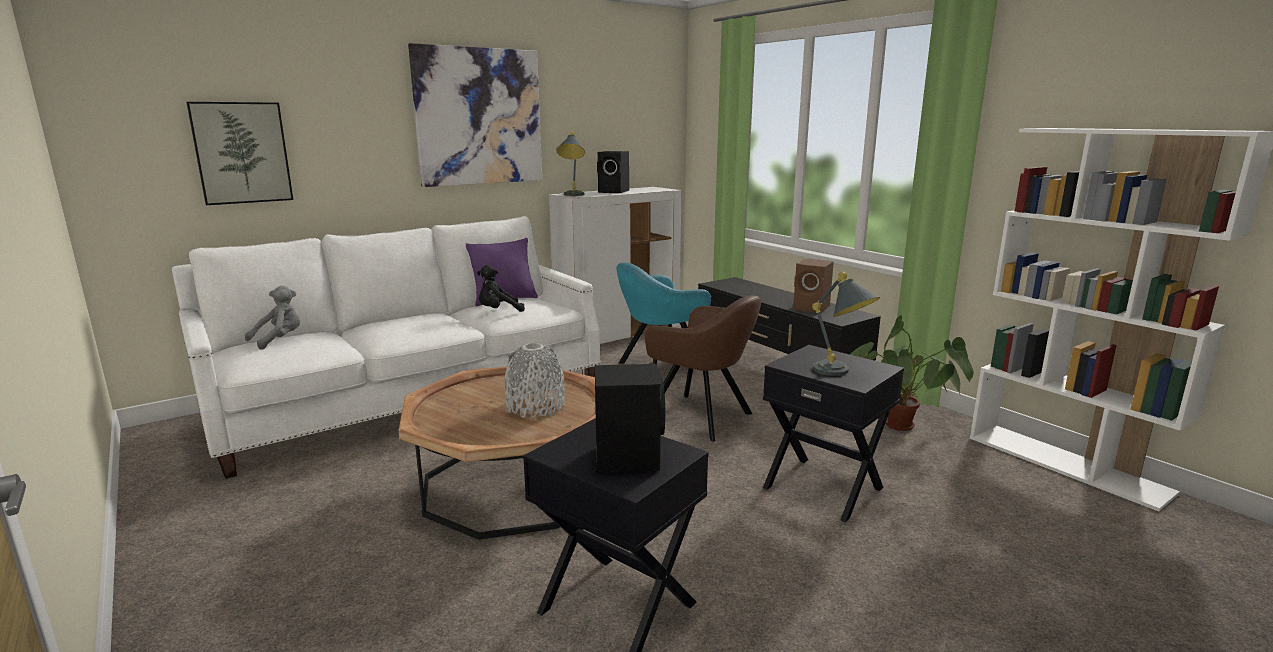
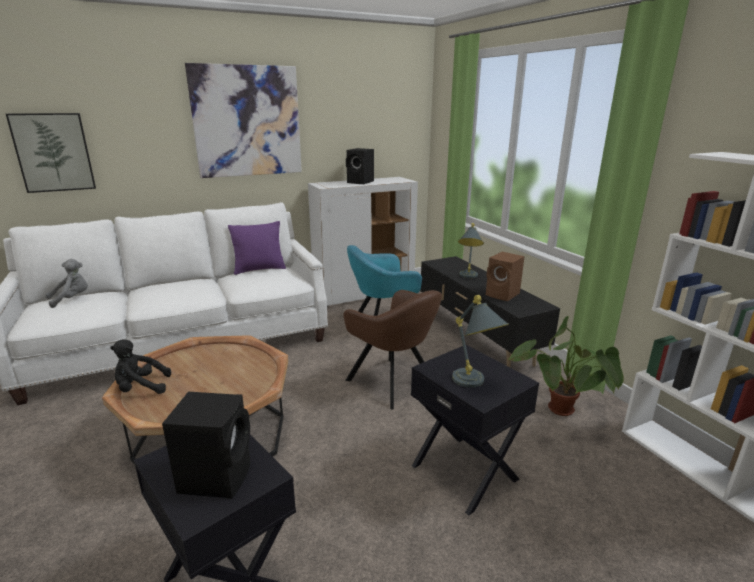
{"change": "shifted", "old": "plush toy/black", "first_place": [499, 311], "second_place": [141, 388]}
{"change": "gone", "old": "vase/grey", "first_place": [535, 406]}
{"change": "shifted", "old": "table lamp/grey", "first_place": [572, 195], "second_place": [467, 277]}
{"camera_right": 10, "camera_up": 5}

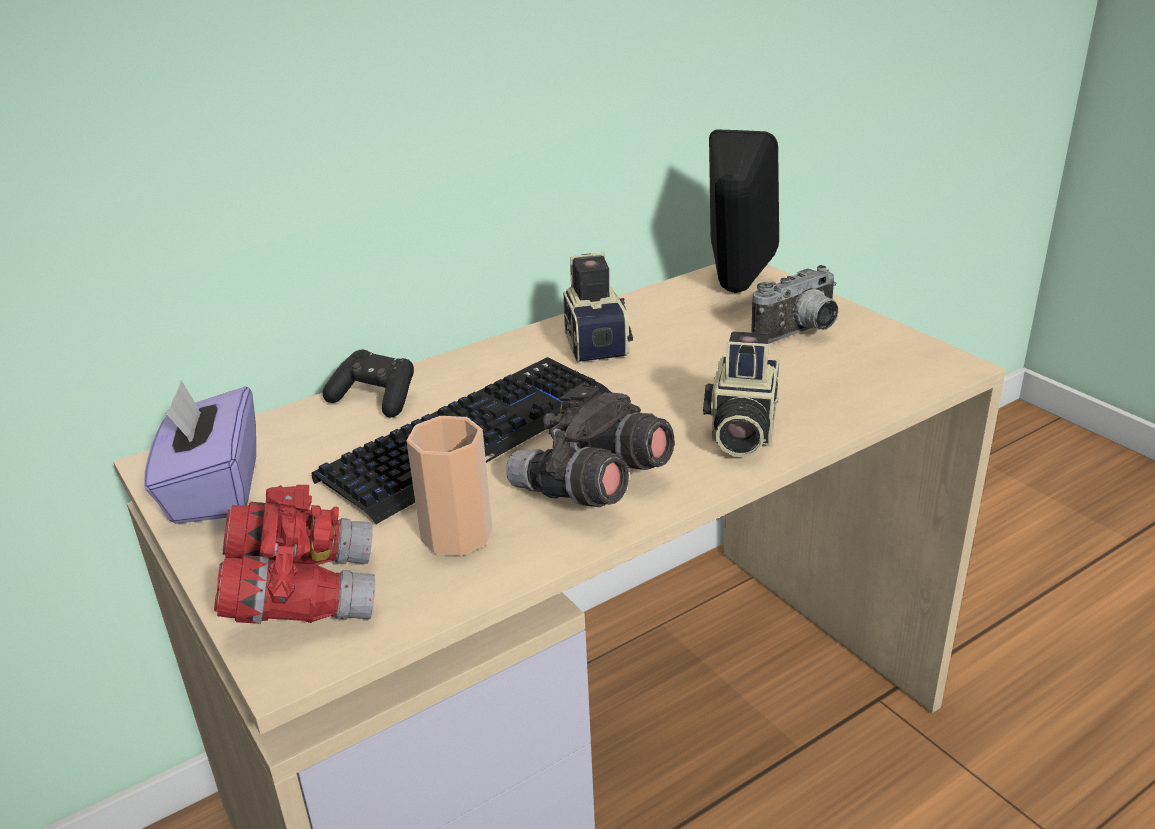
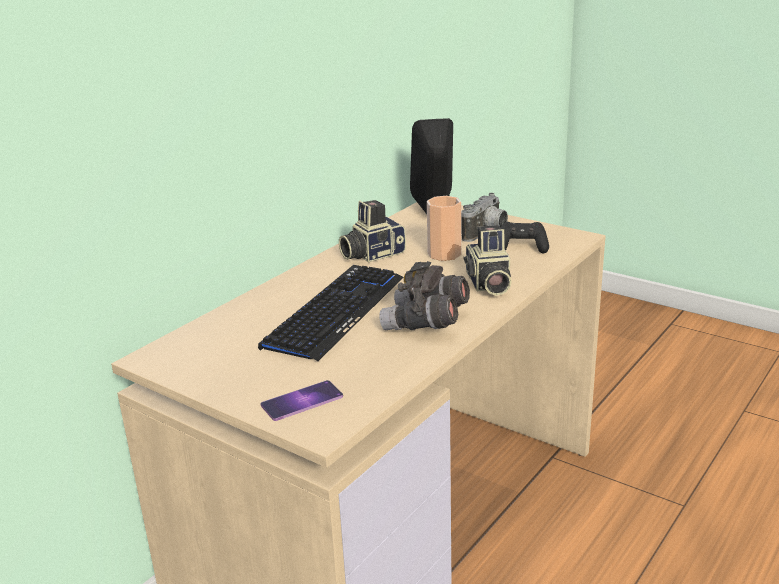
{"change": "gone", "old": "tissue box/purple", "first_place": [214, 489]}
{"change": "swapped", "old": "binoculars/red", "new": "phone", "first_place": [302, 594], "second_place": [302, 401]}
{"change": "shifted", "old": "game controller/black", "first_place": [375, 398], "second_place": [521, 247]}
{"change": "shifted", "old": "cup", "first_place": [457, 535], "second_place": [444, 254]}
{"change": "rotated", "old": "photo camera", "first_place": [595, 341], "second_place": [371, 254], "degrees": -90}
{"camera_right": -20, "camera_up": -5}

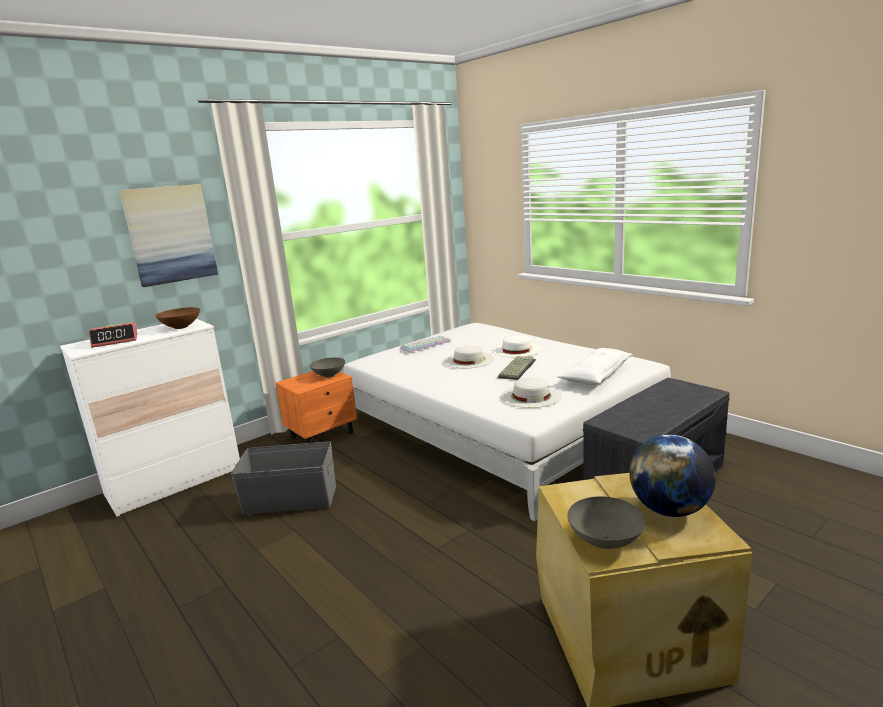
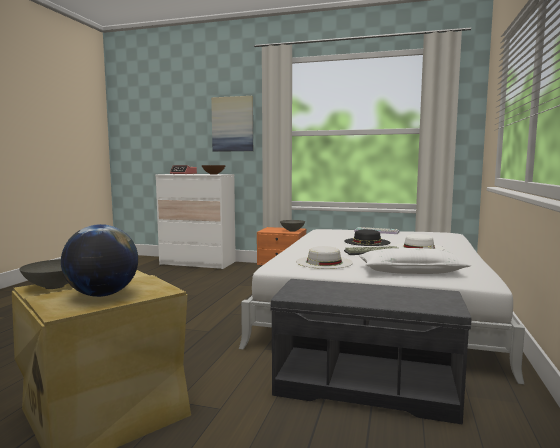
{"change": "gone", "old": "storage box/grey", "first_place": [290, 499]}
{"change": "repainted", "old": "hat/white", "new": "hat/black", "first_place": [469, 360], "second_place": [367, 242]}
{"camera_right": 55, "camera_up": -10}

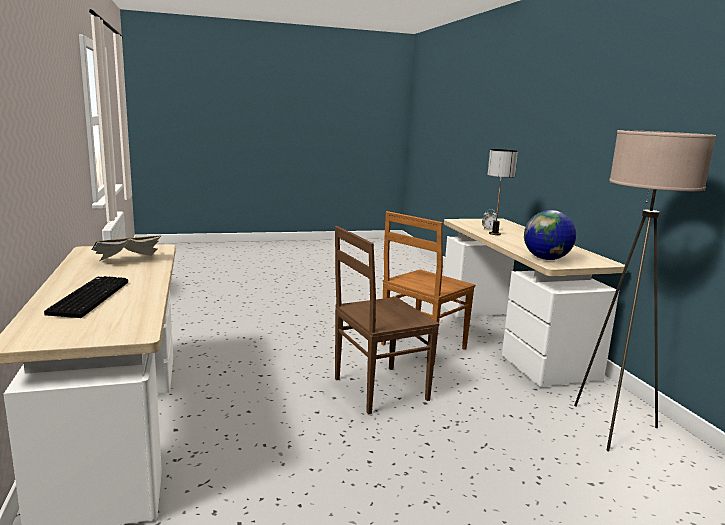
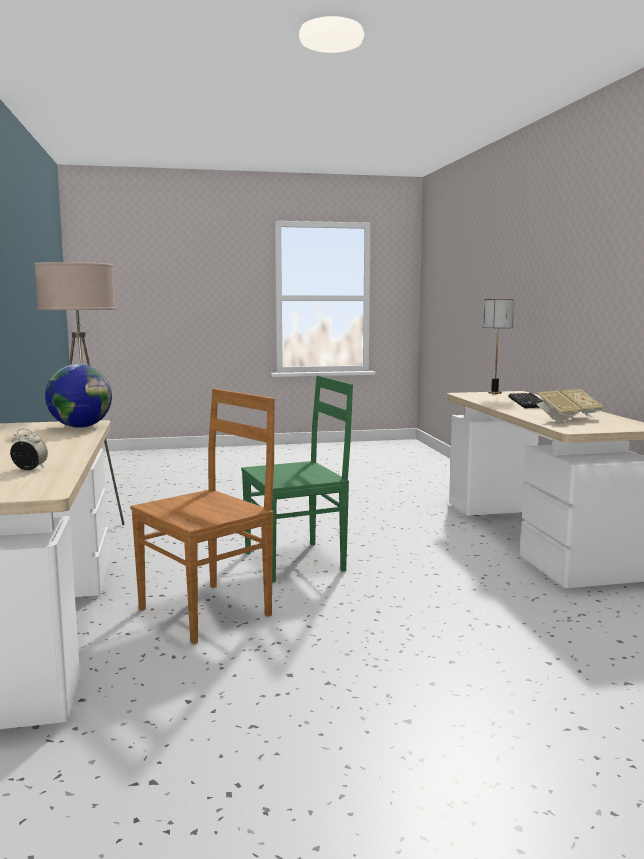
{"change": "repainted", "old": "chair/brown", "new": "chair/green", "first_place": [378, 389], "second_place": [297, 561]}
{"change": "shifted", "old": "table lamp", "first_place": [494, 234], "second_place": [495, 393]}
{"camera_right": -175, "camera_up": -5}

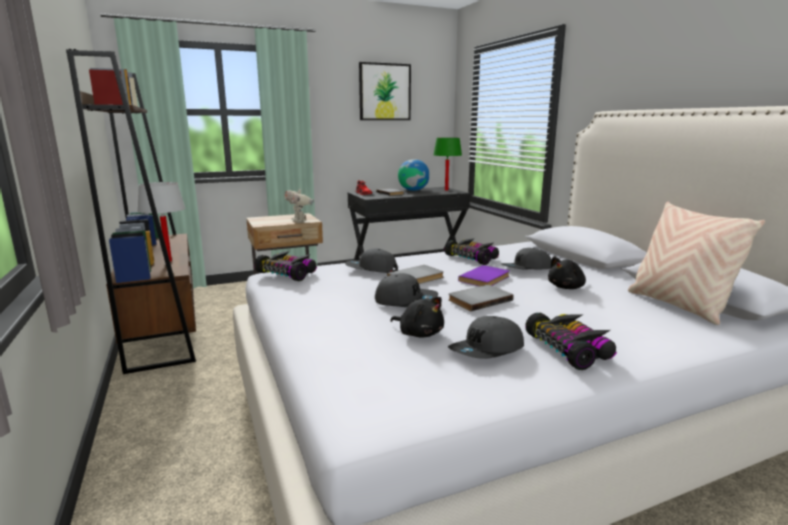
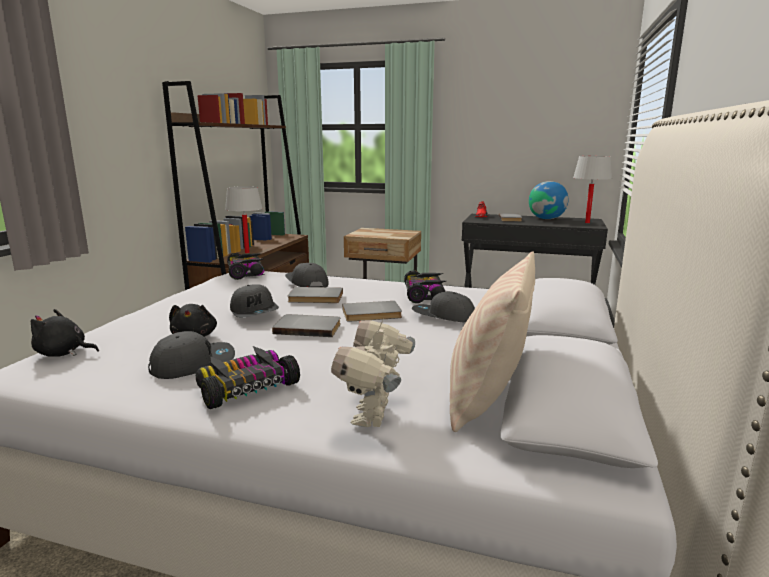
{"change": "shifted", "old": "toy robot", "first_place": [299, 220], "second_place": [374, 416]}
{"change": "gone", "old": "picture", "first_place": [384, 92]}
{"change": "repainted", "old": "table lamp/green", "new": "table lamp/white", "first_place": [446, 190], "second_place": [587, 223]}
{"change": "rotated", "old": "cap/grey", "first_place": [487, 350], "second_place": [193, 364], "degrees": 150}
{"change": "repainted", "old": "book/purple", "new": "book/grey", "first_place": [486, 279], "second_place": [372, 314]}
{"change": "rotated", "old": "toy car", "first_place": [570, 349], "second_place": [246, 388], "degrees": -150}
{"change": "shifted", "old": "plush toy/black", "first_place": [567, 287], "second_place": [63, 353]}
{"camera_right": 40, "camera_up": 0}

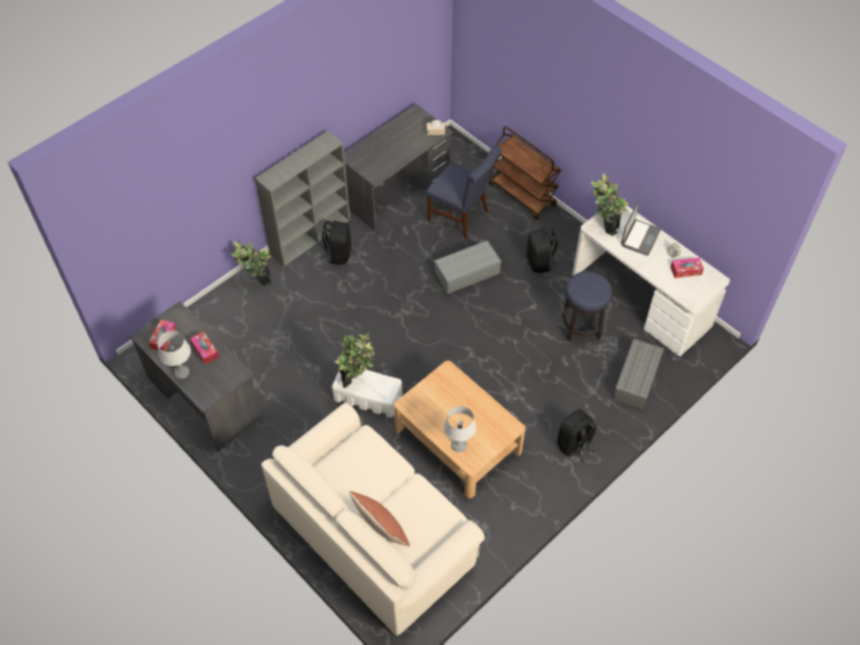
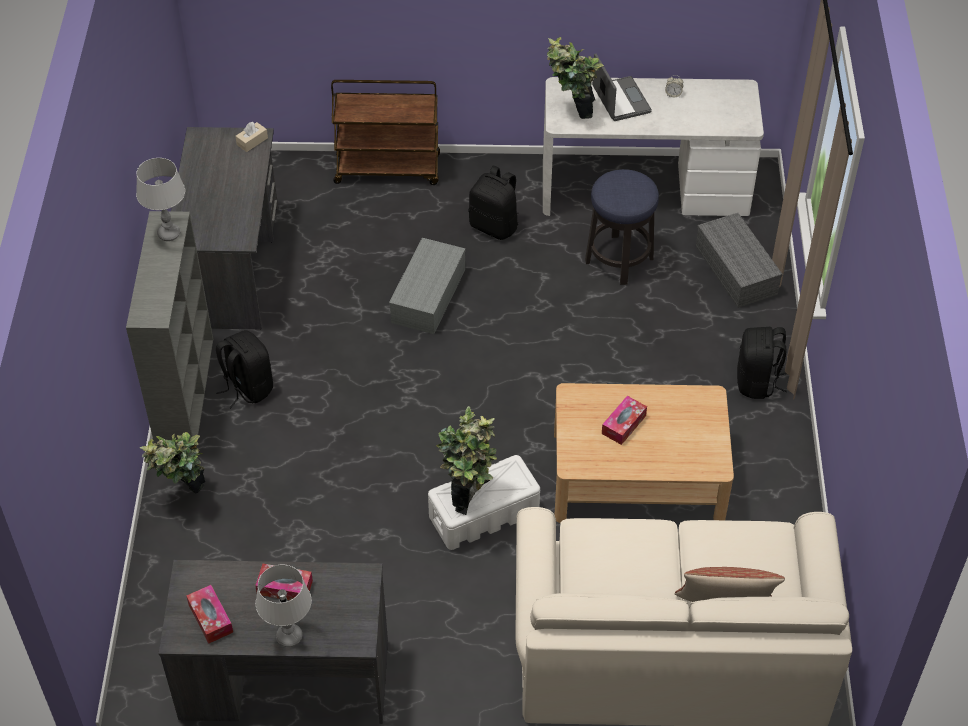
{"change": "gone", "old": "chair/blue", "first_place": [462, 217]}
{"change": "shifted", "old": "table lamp/grey", "first_place": [459, 445], "second_place": [168, 234]}
{"change": "shifted", "old": "tissue box", "first_place": [686, 270], "second_place": [623, 424]}
{"camera_right": -45, "camera_up": -5}

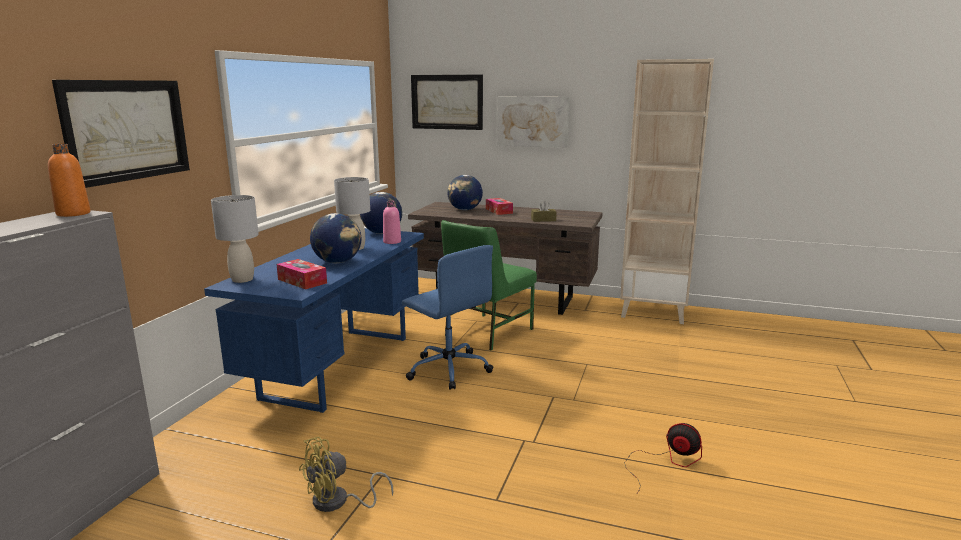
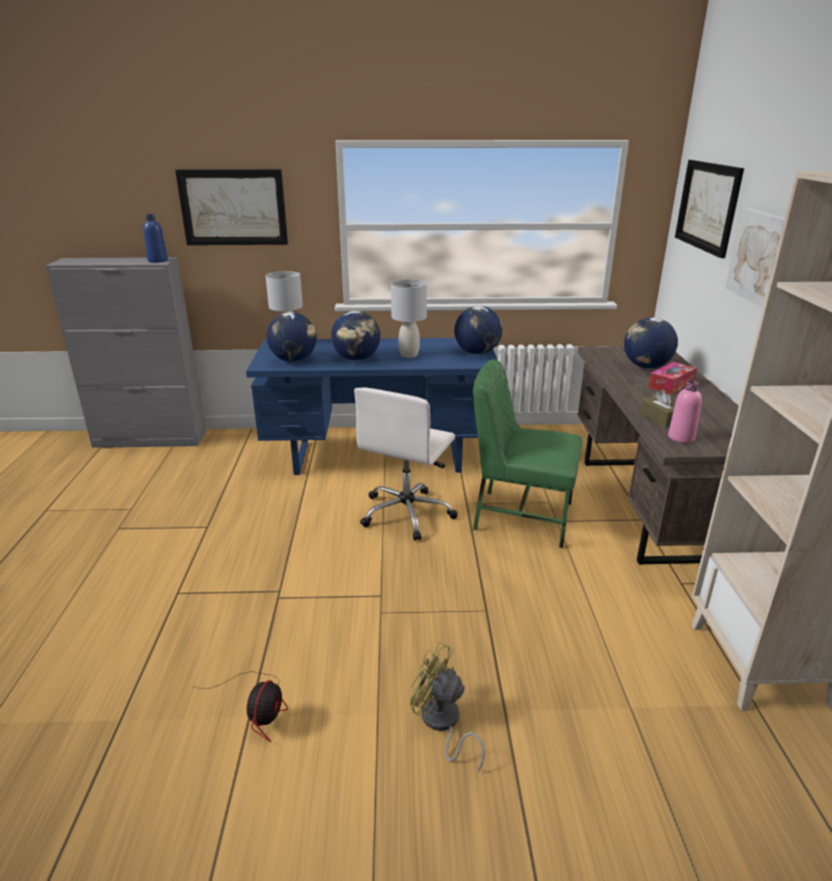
{"change": "repainted", "old": "bottle/orange", "new": "bottle/blue", "first_place": [73, 214], "second_place": [158, 260]}
{"change": "swapped", "old": "tissue box", "new": "globe", "first_place": [302, 281], "second_place": [294, 360]}
{"change": "shifted", "old": "fan/yellow", "first_place": [338, 502], "second_place": [442, 724]}
{"change": "shifted", "old": "bottle/pink", "first_place": [392, 242], "second_place": [681, 437]}
{"change": "repainted", "old": "office chair/blue", "new": "office chair/white", "first_place": [448, 369], "second_place": [407, 513]}
{"camera_right": 70, "camera_up": 10}

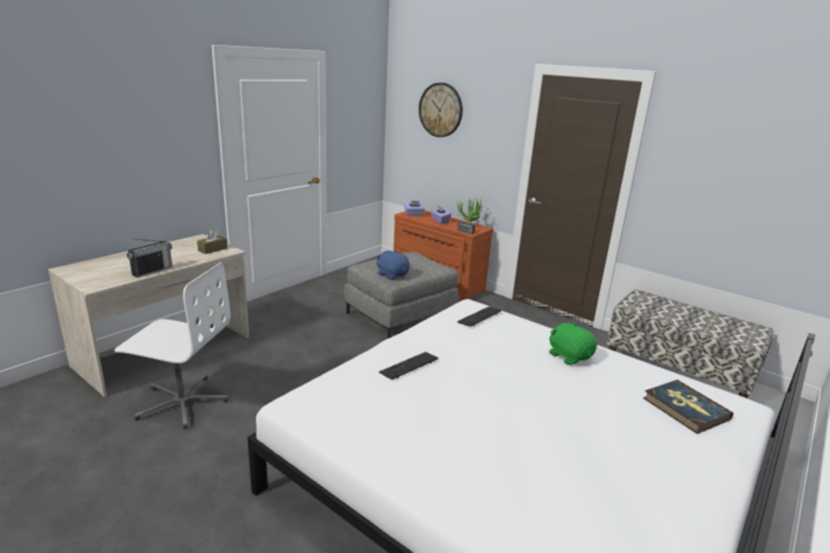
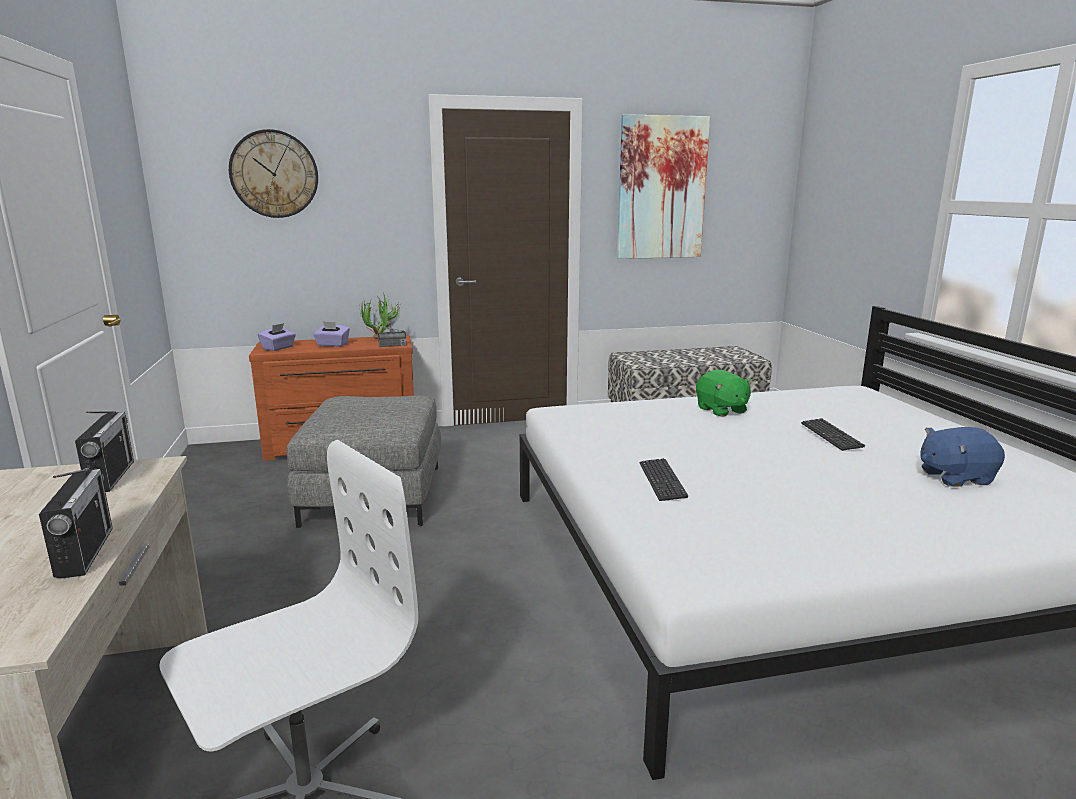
{"change": "swapped", "old": "tissue box/brown", "new": "radio", "first_place": [212, 249], "second_place": [111, 477]}
{"change": "shifted", "old": "plush toy/blue", "first_place": [392, 275], "second_place": [955, 477]}
{"change": "shifted", "old": "keyboard", "first_place": [479, 317], "second_place": [831, 436]}
{"change": "rotated", "old": "plush toy/green", "first_place": [569, 356], "second_place": [721, 410], "degrees": -120}
{"change": "gone", "old": "book", "first_place": [685, 408]}
{"change": "new", "new": "picture", "second_place": [661, 188]}
{"camera_right": -50, "camera_up": -5}

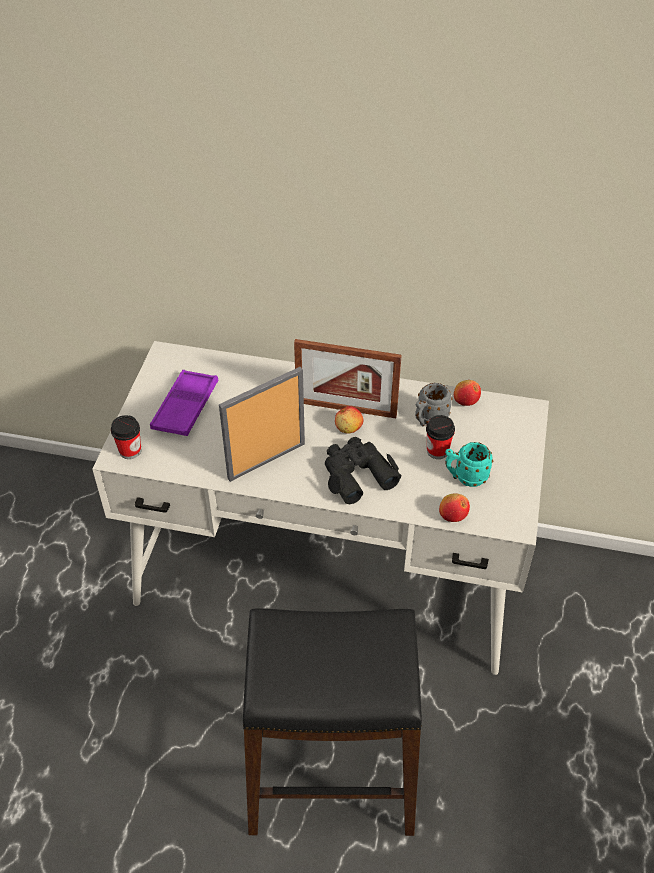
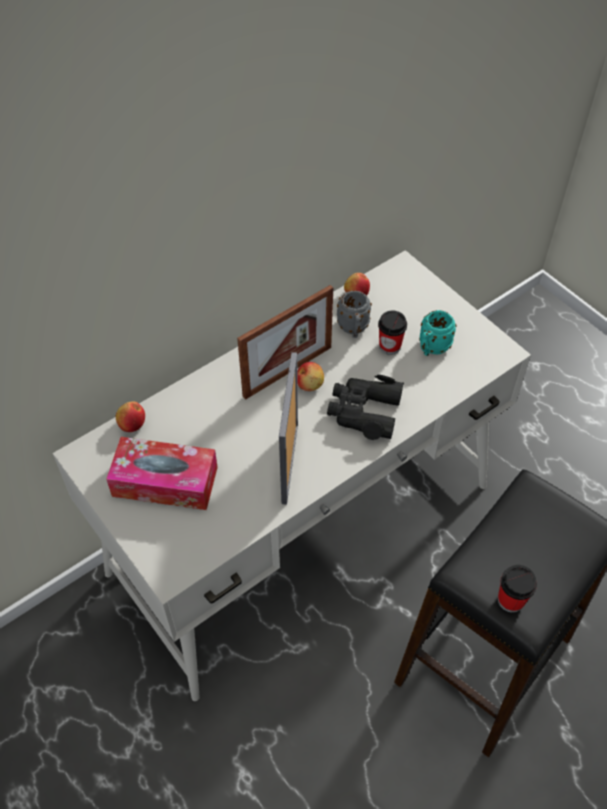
{"change": "shifted", "old": "cup", "first_place": [130, 451], "second_place": [510, 600]}
{"change": "swapped", "old": "tray/purple", "new": "tissue box", "first_place": [185, 407], "second_place": [165, 481]}
{"change": "shifted", "old": "apple", "first_place": [453, 514], "second_place": [132, 424]}
{"camera_right": -50, "camera_up": 5}

